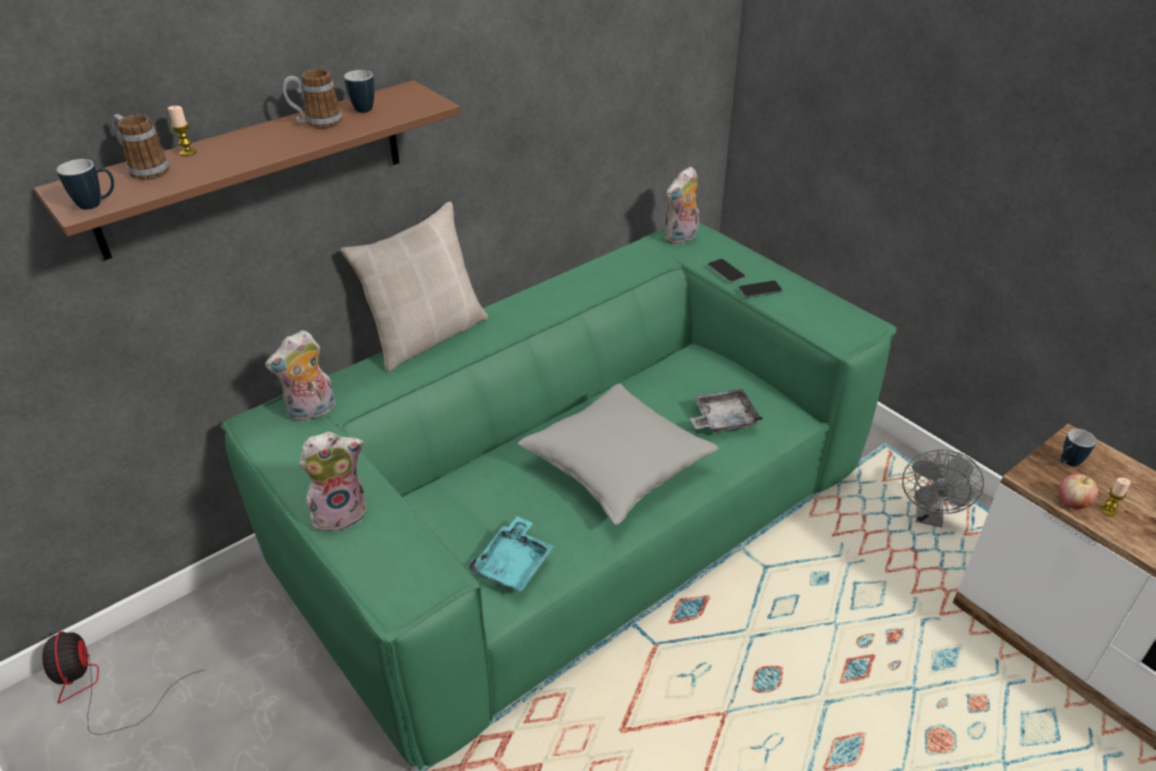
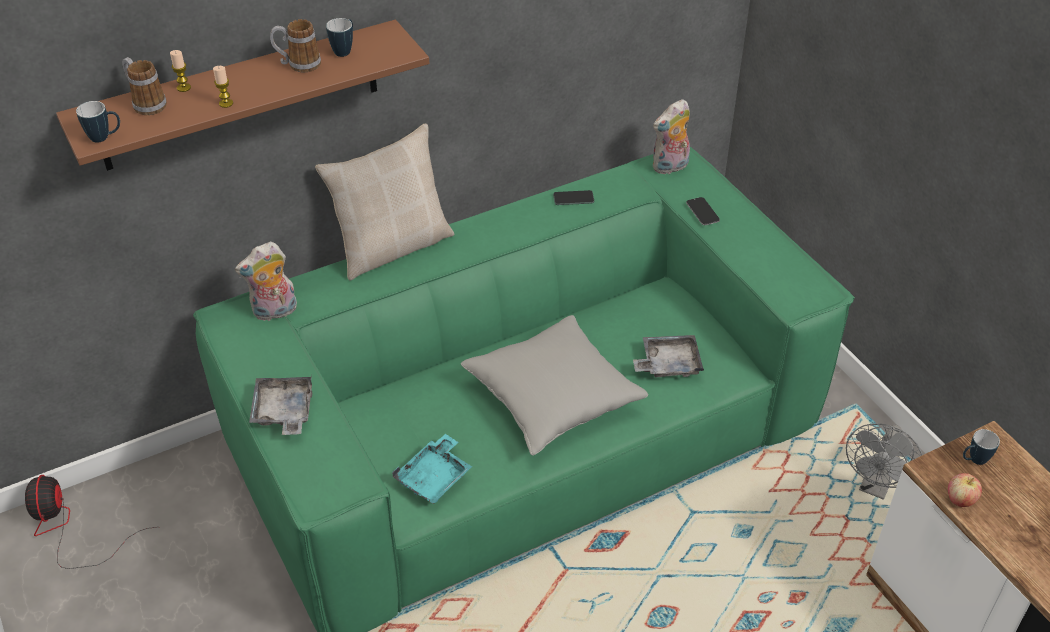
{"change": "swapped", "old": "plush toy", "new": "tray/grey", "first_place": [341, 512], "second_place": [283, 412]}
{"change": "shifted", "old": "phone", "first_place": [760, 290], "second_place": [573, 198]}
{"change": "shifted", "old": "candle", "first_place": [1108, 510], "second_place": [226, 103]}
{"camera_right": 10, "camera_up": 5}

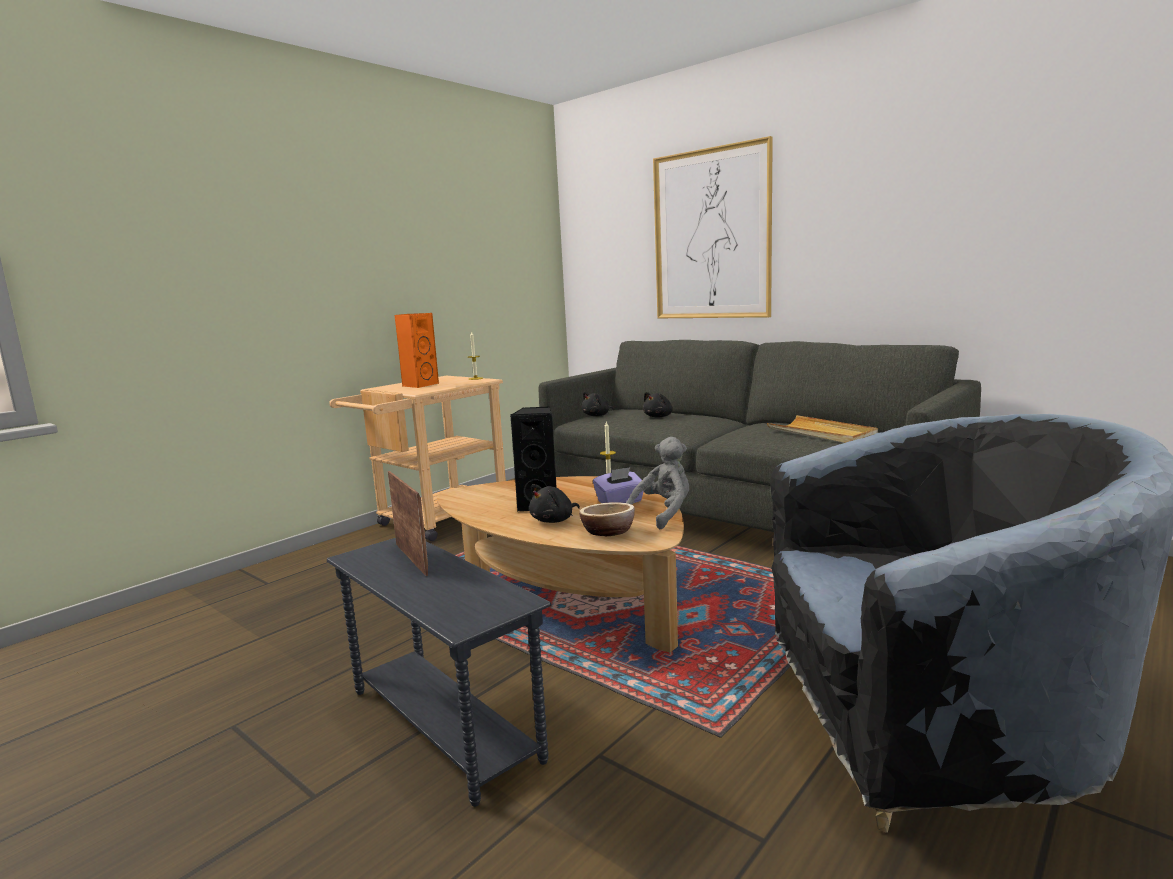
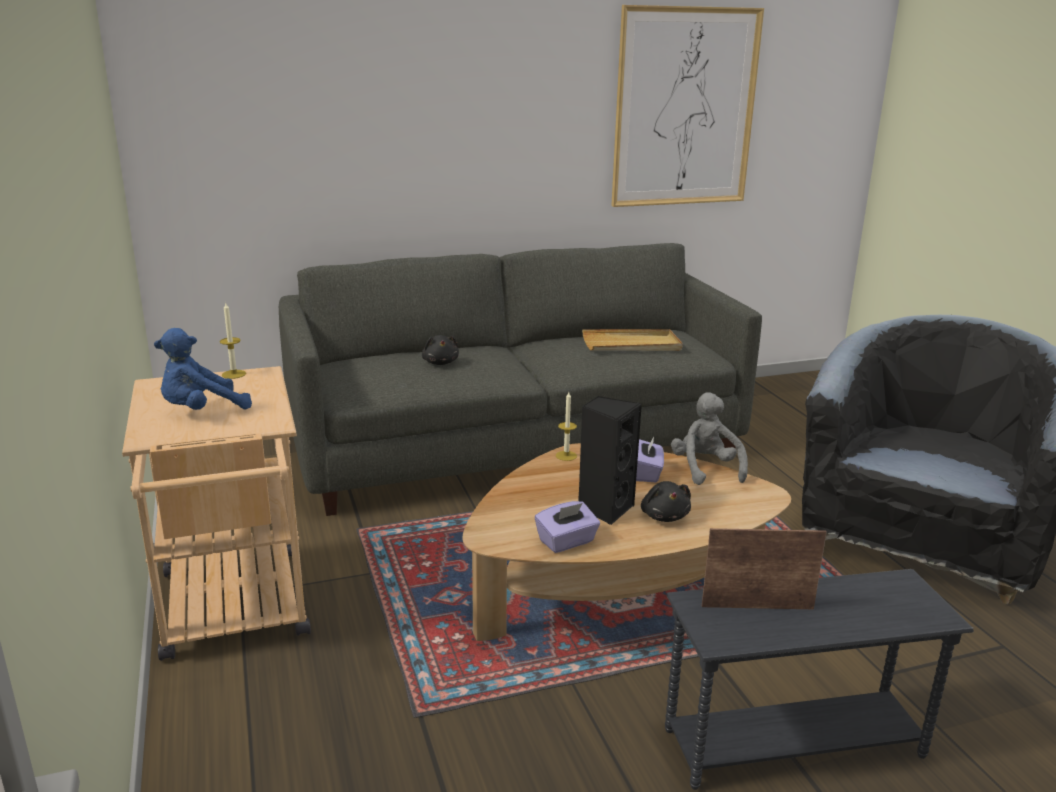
{"change": "swapped", "old": "speaker/orange", "new": "plush toy/blue", "first_place": [419, 385], "second_place": [201, 411]}
{"change": "gone", "old": "bowl", "first_place": [608, 532]}
{"change": "gone", "old": "plush toy/black", "first_place": [597, 415]}
{"change": "shifted", "old": "picture", "first_place": [711, 235], "second_place": [685, 108]}
{"change": "new", "new": "tissue box/purple", "second_place": [567, 542]}
{"camera_right": -60, "camera_up": 10}

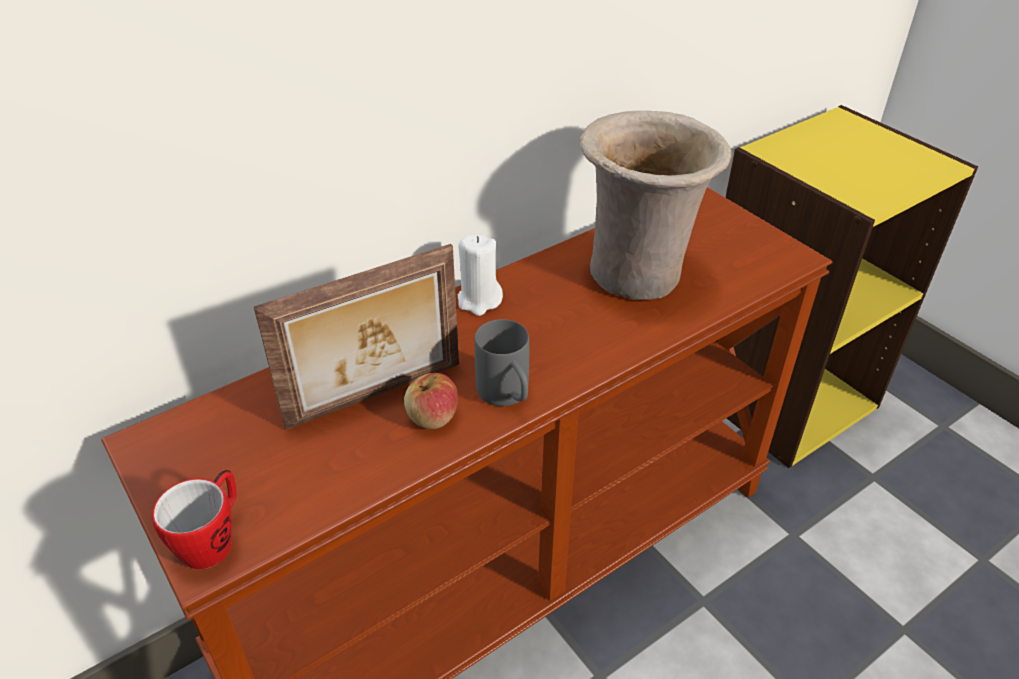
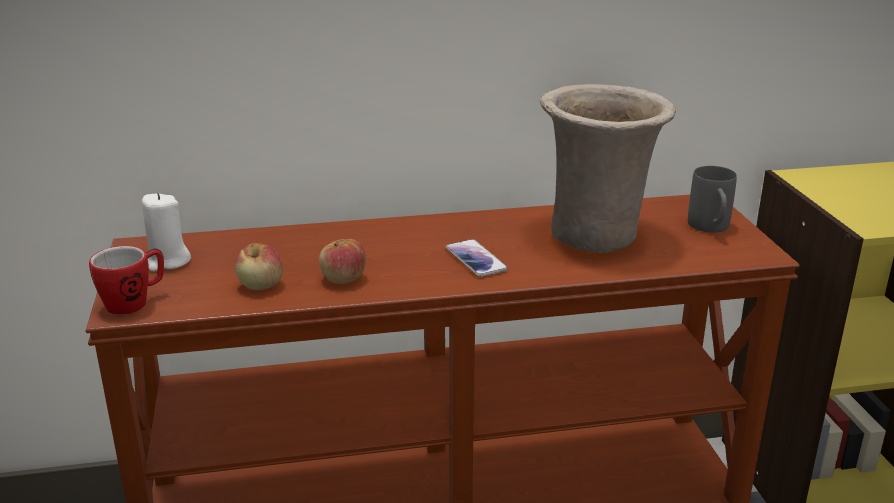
{"change": "gone", "old": "picture frame", "first_place": [376, 396]}
{"change": "shifted", "old": "candle/white", "first_place": [479, 300], "second_place": [167, 261]}
{"change": "shifted", "old": "mug/grey", "first_place": [507, 397], "second_place": [711, 228]}
{"change": "new", "new": "apple", "second_place": [261, 285]}
{"change": "new", "new": "phone", "second_place": [476, 259]}
{"camera_right": 25, "camera_up": -15}

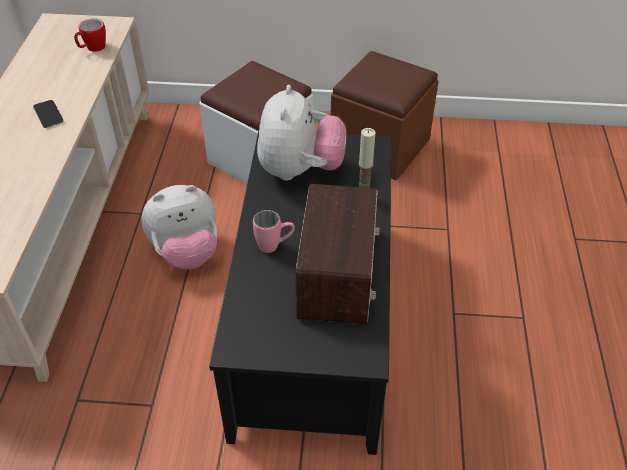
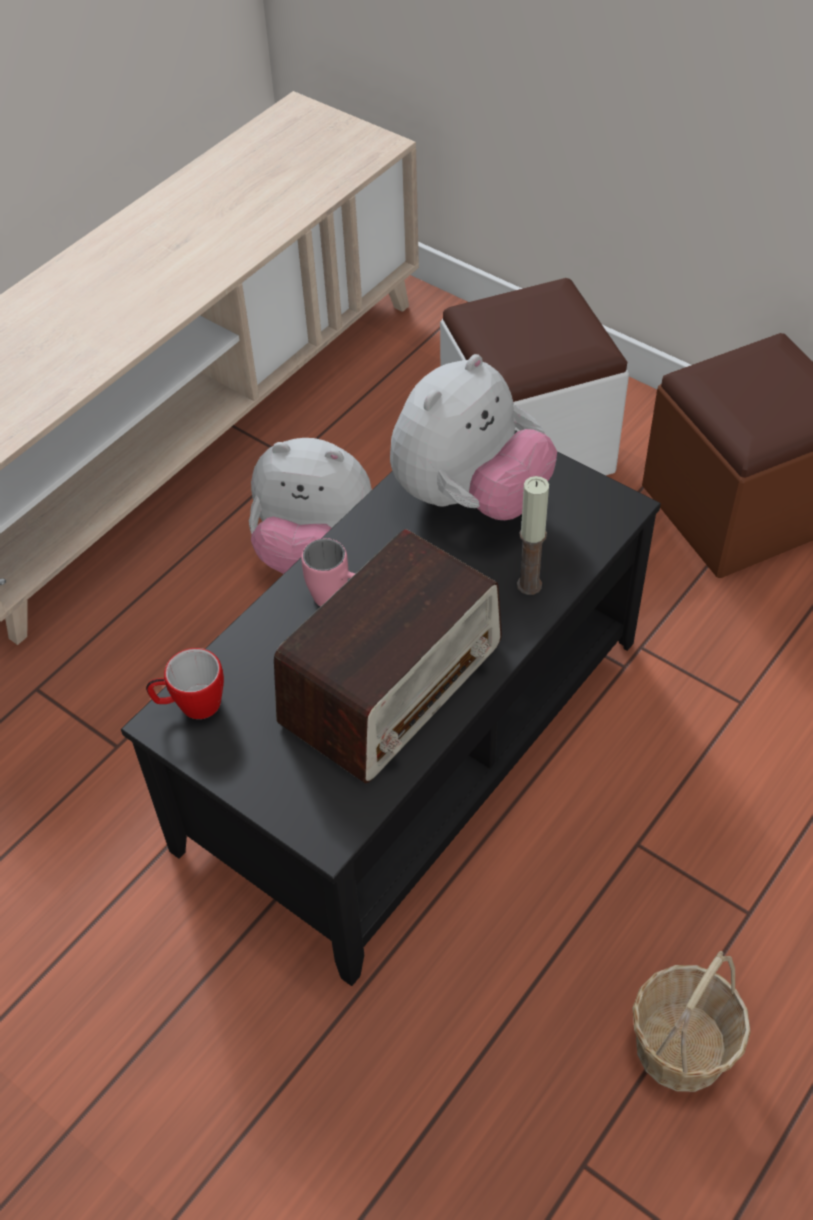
{"change": "gone", "old": "phone", "first_place": [48, 115]}
{"change": "shifted", "old": "mug", "first_place": [93, 48], "second_place": [191, 705]}
{"change": "new", "new": "basket", "second_place": [680, 1047]}
{"camera_right": 35, "camera_up": 5}

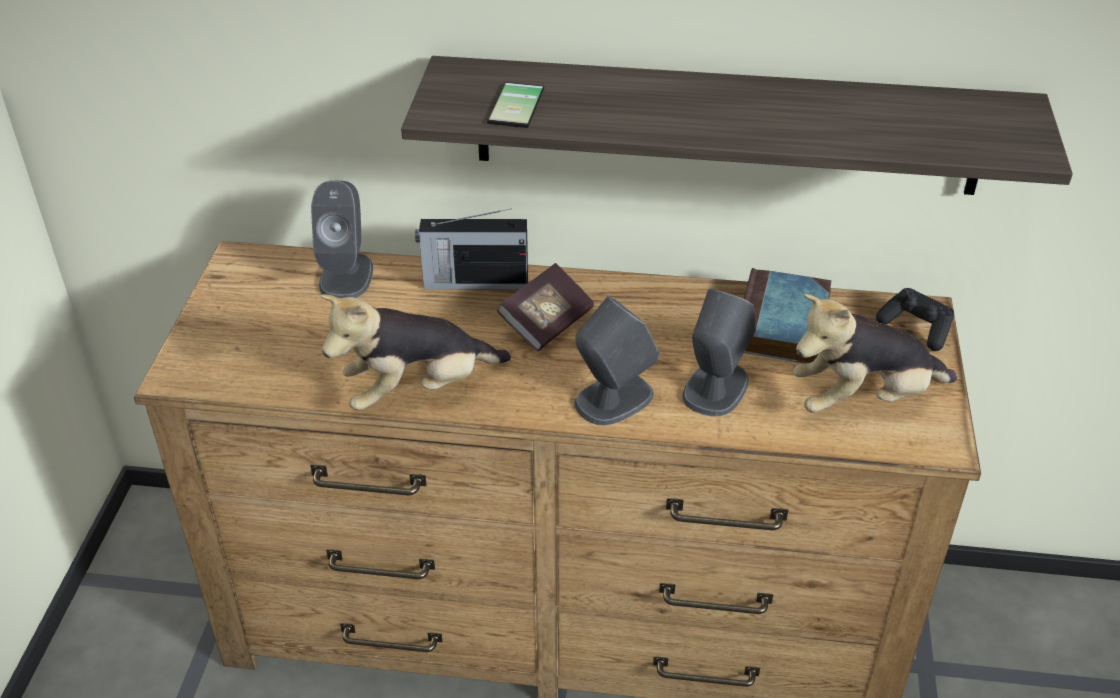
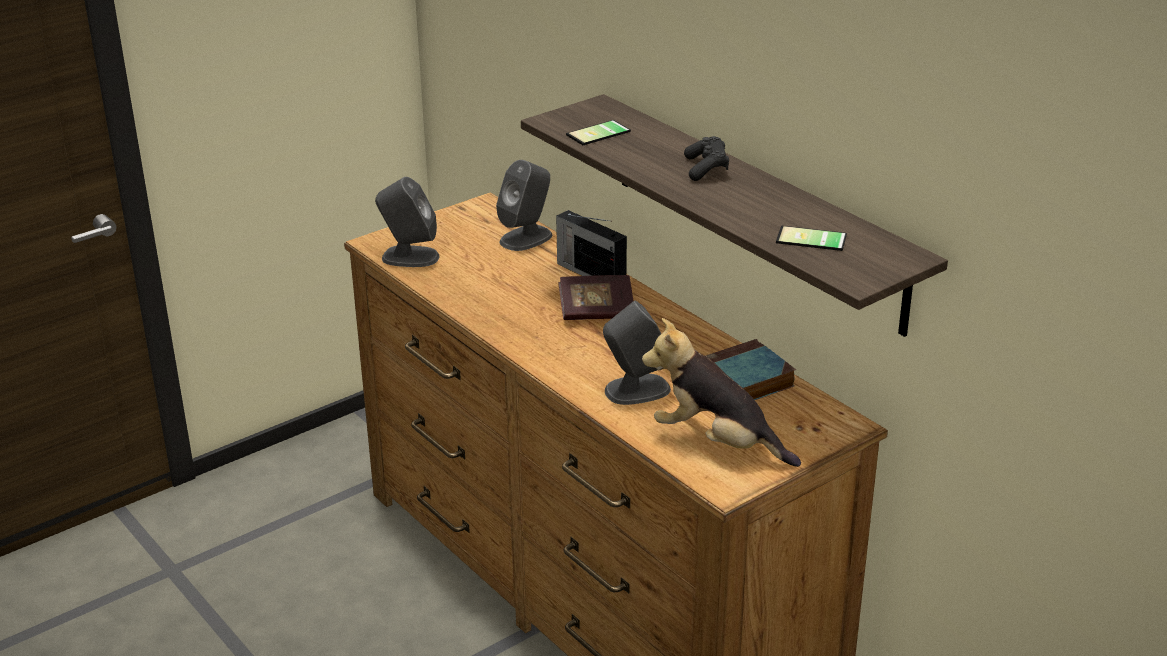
{"change": "gone", "old": "plush toy", "first_place": [417, 390]}
{"change": "shifted", "old": "speaker/grey", "first_place": [613, 399], "second_place": [409, 257]}
{"change": "shifted", "old": "game controller/black", "first_place": [916, 328], "second_place": [706, 169]}
{"change": "new", "new": "phone", "second_place": [810, 240]}
{"camera_right": 45, "camera_up": -10}

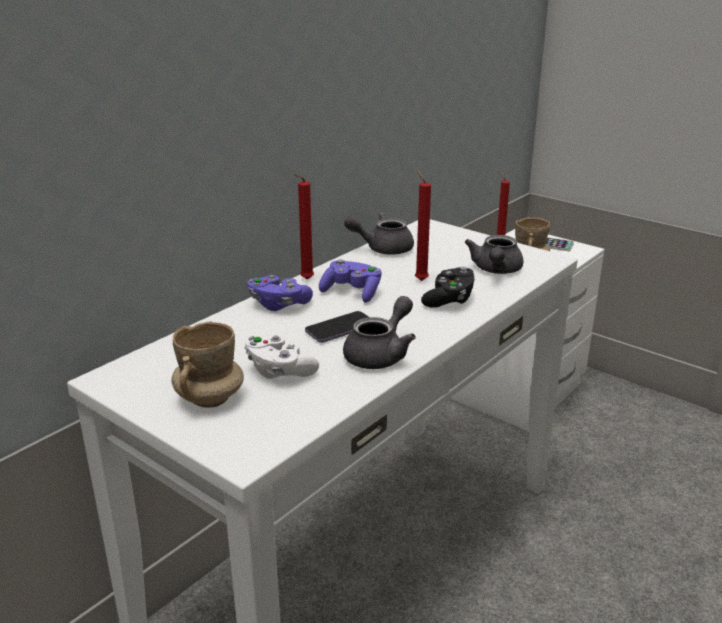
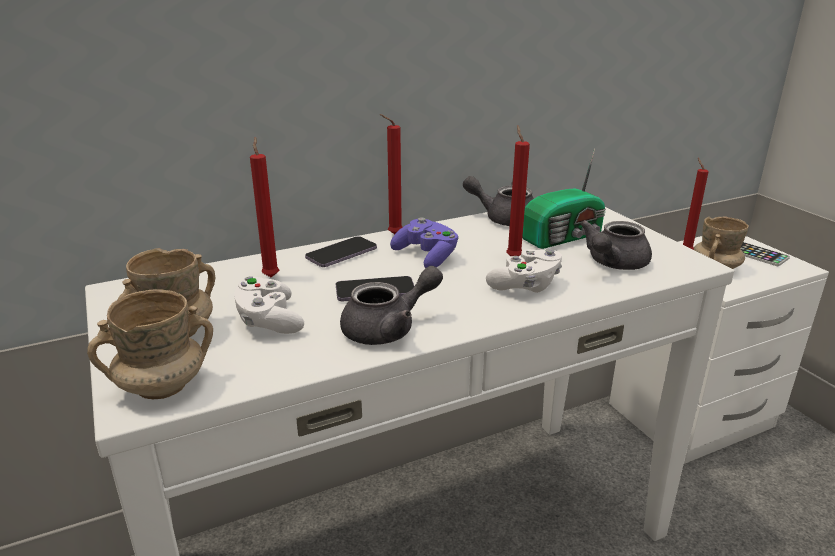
{"change": "swapped", "old": "game controller/purple", "new": "phone", "first_place": [279, 304], "second_place": [341, 254]}
{"change": "repainted", "old": "game controller/black", "new": "game controller/white", "first_place": [449, 300], "second_place": [525, 285]}
{"change": "new", "new": "mug/beige", "second_place": [162, 387]}
{"change": "new", "new": "candle/red", "second_place": [271, 276]}
{"change": "new", "new": "radio", "second_place": [565, 237]}
{"camera_right": 25, "camera_up": 0}

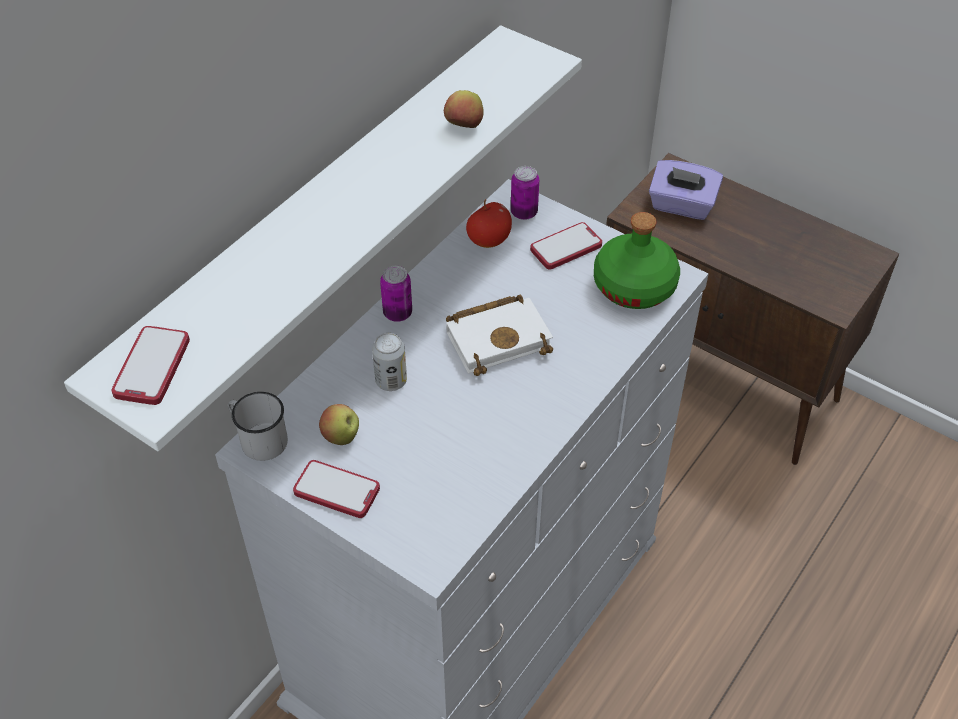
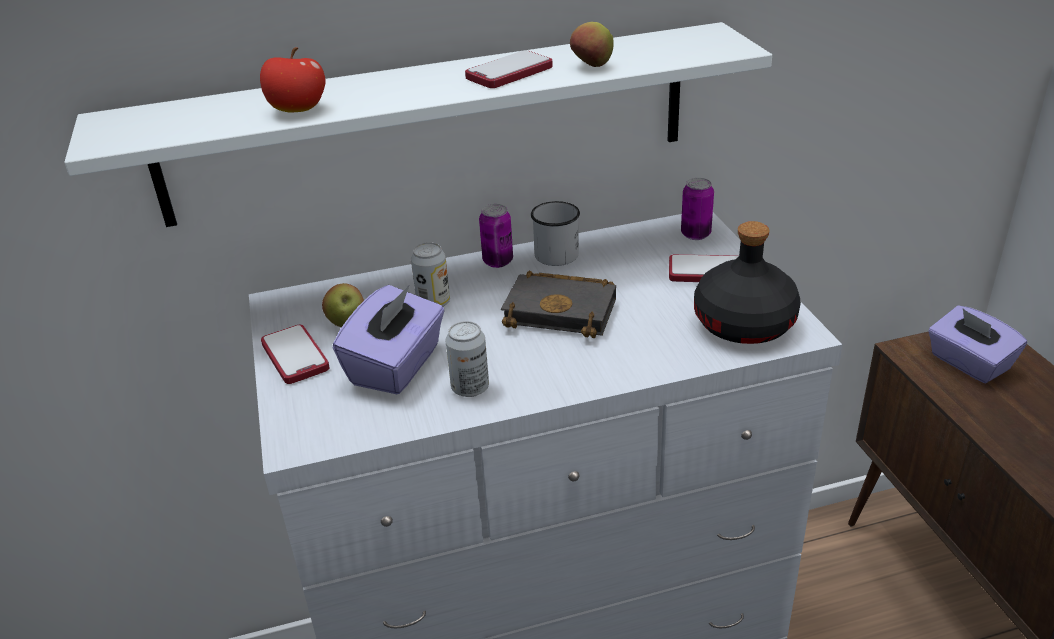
{"change": "shifted", "old": "phone", "first_place": [152, 367], "second_place": [509, 72]}
{"change": "shifted", "old": "mug/white", "first_place": [258, 438], "second_place": [554, 251]}
{"change": "repainted", "old": "book/white", "new": "book/black", "first_place": [499, 337], "second_place": [563, 310]}
{"change": "shifted", "old": "apple", "first_place": [489, 240], "second_place": [297, 110]}
{"change": "repainted", "old": "bottle/green", "new": "bottle/black", "first_place": [634, 286], "second_place": [745, 323]}
{"change": "new", "new": "tissue box/purple", "second_place": [397, 366]}
{"change": "new", "new": "can", "second_place": [470, 388]}
{"camera_right": 40, "camera_up": -15}

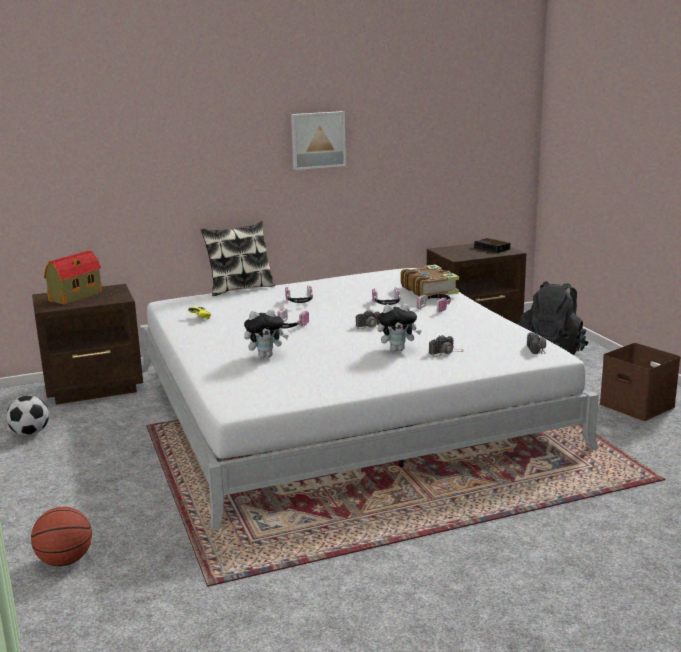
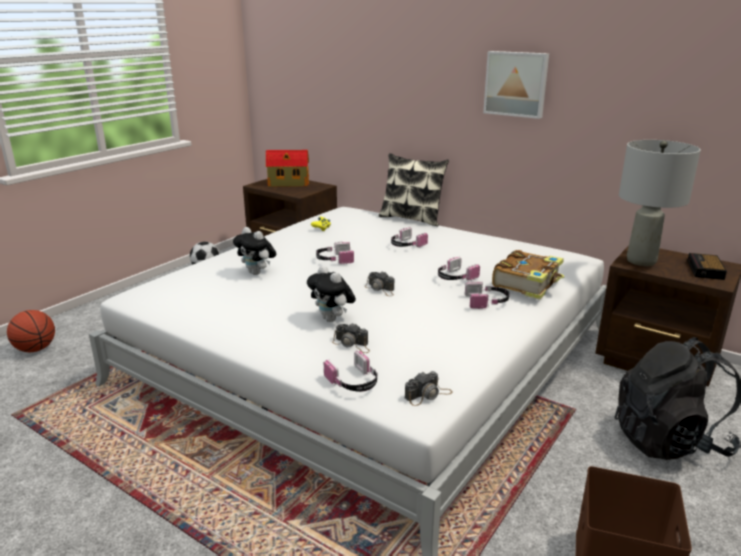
{"change": "new", "new": "headphones", "second_place": [354, 382]}
{"change": "new", "new": "table lamp/grey", "second_place": [640, 261]}
{"camera_right": 55, "camera_up": 5}

